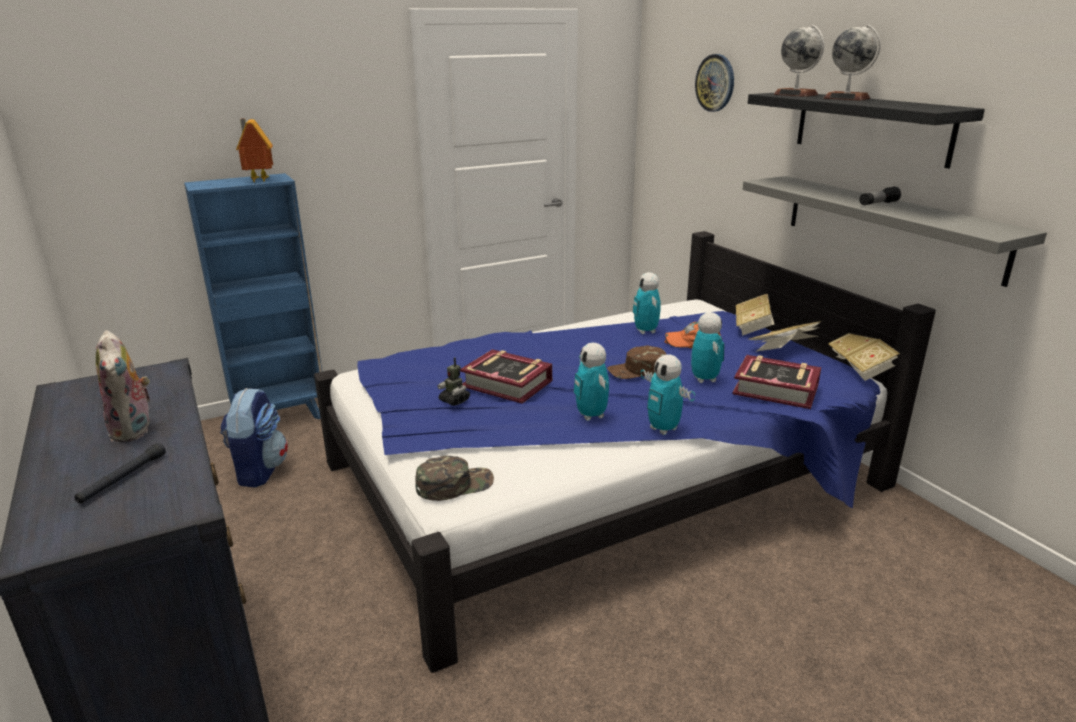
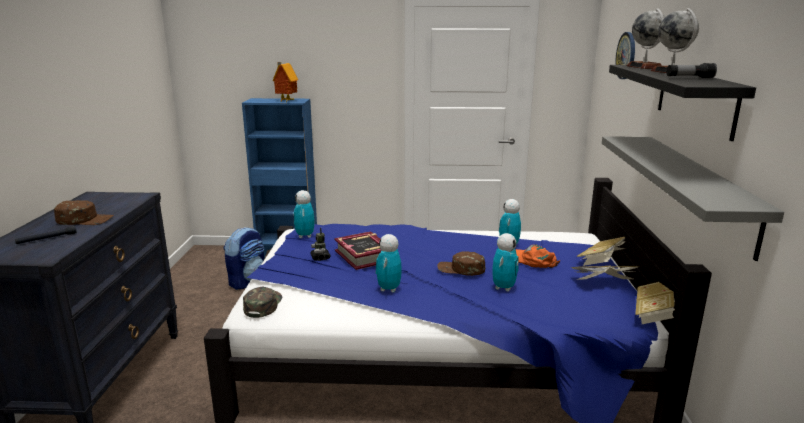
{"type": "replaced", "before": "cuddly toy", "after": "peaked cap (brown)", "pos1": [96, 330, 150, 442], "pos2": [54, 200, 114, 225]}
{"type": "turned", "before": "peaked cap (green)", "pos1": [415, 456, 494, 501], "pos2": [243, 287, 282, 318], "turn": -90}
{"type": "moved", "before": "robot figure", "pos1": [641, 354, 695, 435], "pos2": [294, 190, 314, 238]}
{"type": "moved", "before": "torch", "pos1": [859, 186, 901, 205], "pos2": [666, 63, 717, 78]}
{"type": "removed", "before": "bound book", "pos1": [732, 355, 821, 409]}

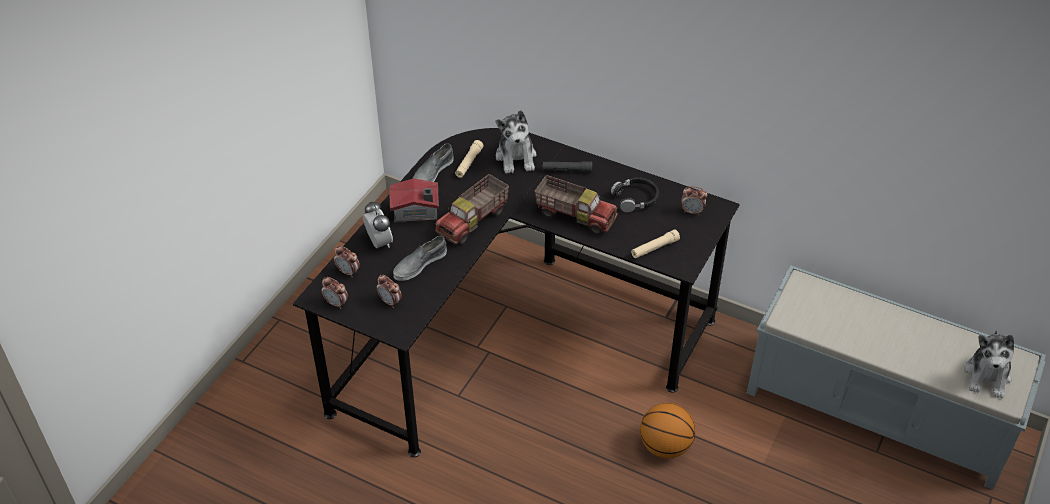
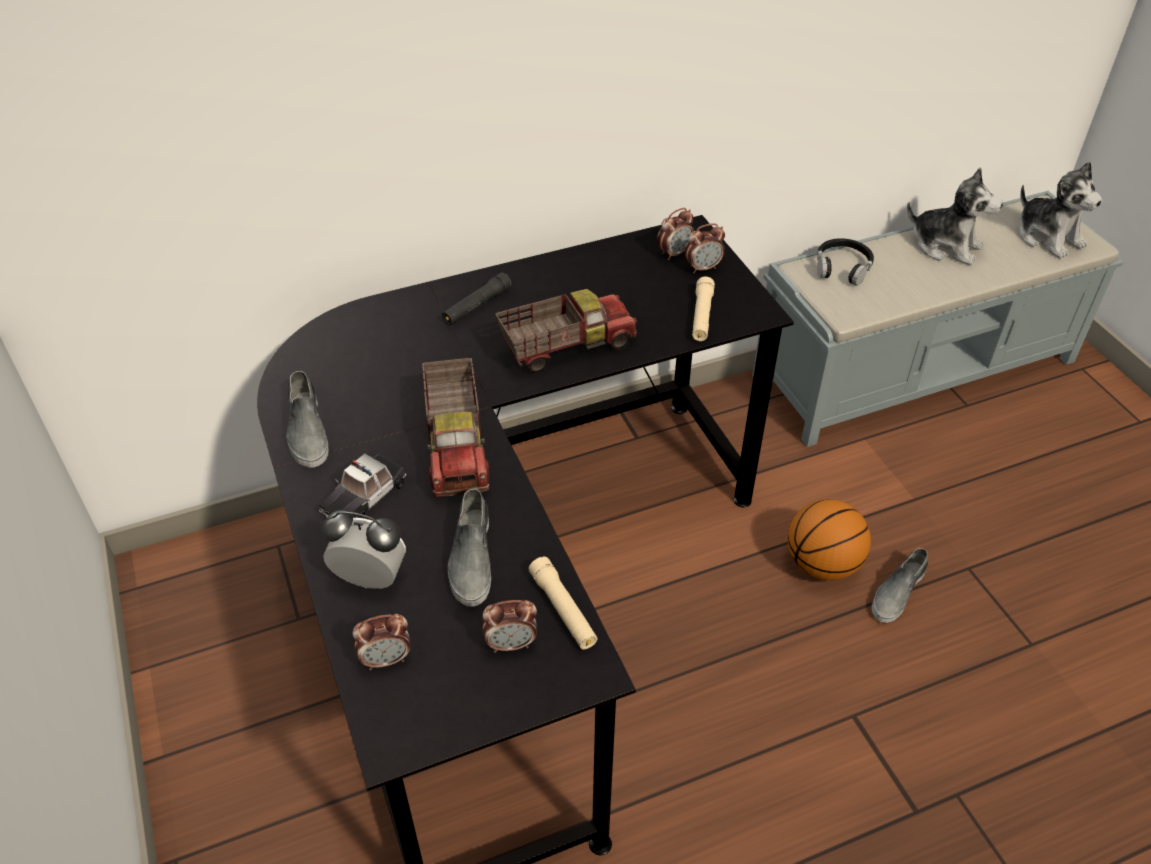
{"type": "replaced", "before": "miniature house", "after": "toy car", "pos1": [389, 178, 439, 223], "pos2": [318, 453, 407, 519]}
{"type": "moved", "before": "torch (sand-coloured)", "pos1": [455, 140, 483, 178], "pos2": [529, 557, 598, 649]}
{"type": "moved", "before": "table clock", "pos1": [321, 277, 348, 309], "pos2": [685, 224, 725, 273]}
{"type": "moved", "before": "pair of headphones (black-coloured)", "pos1": [611, 177, 659, 212], "pos2": [817, 238, 874, 286]}
{"type": "added", "after": "low shoe (greyish)", "pos2": [872, 548, 928, 623]}
{"type": "moved", "before": "cuddly toy", "pos1": [496, 110, 537, 174], "pos2": [907, 167, 1003, 265]}

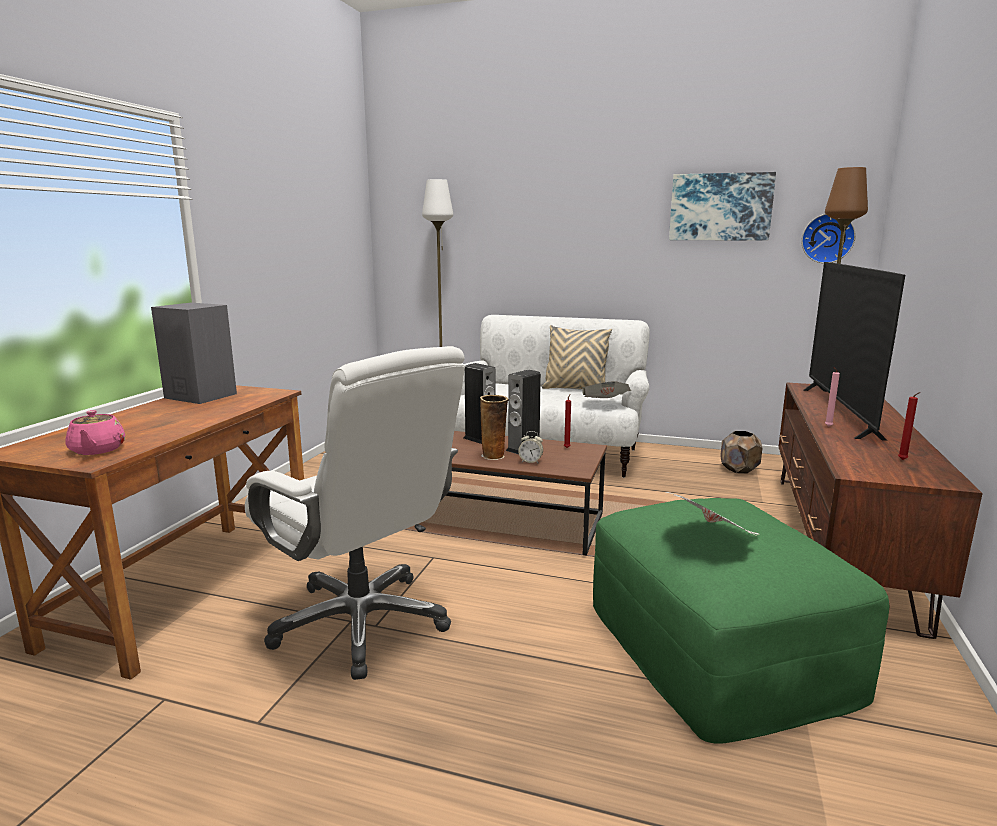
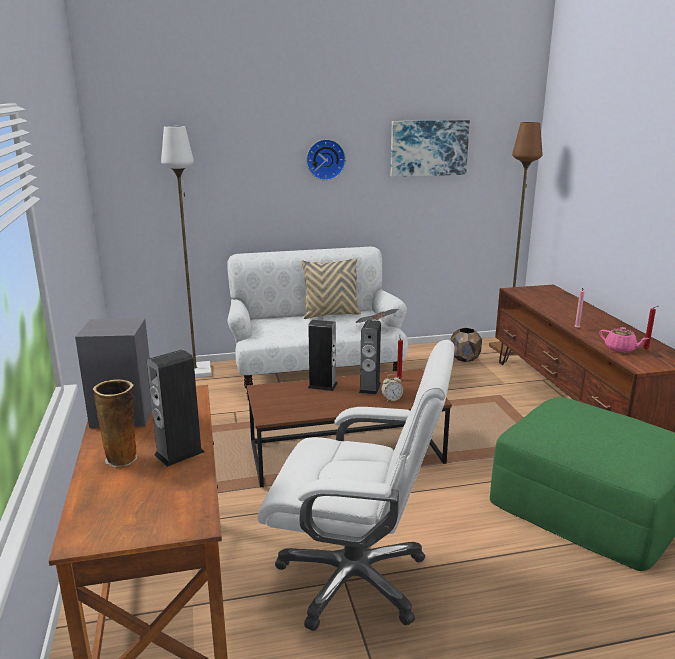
{"type": "moved", "before": "flower vase", "pos1": [480, 395, 509, 460], "pos2": [93, 379, 137, 467]}
{"type": "added", "after": "audio speaker", "pos2": [147, 349, 204, 467]}
{"type": "moved", "before": "clock on the wall", "pos1": [801, 214, 856, 263], "pos2": [306, 139, 346, 181]}
{"type": "moved", "before": "teapot (pink-coloured)", "pos1": [65, 410, 125, 455], "pos2": [599, 327, 649, 353]}
{"type": "removed", "before": "printed paper", "pos1": [666, 492, 759, 536]}
{"type": "removed", "before": "TV", "pos1": [803, 262, 905, 441]}

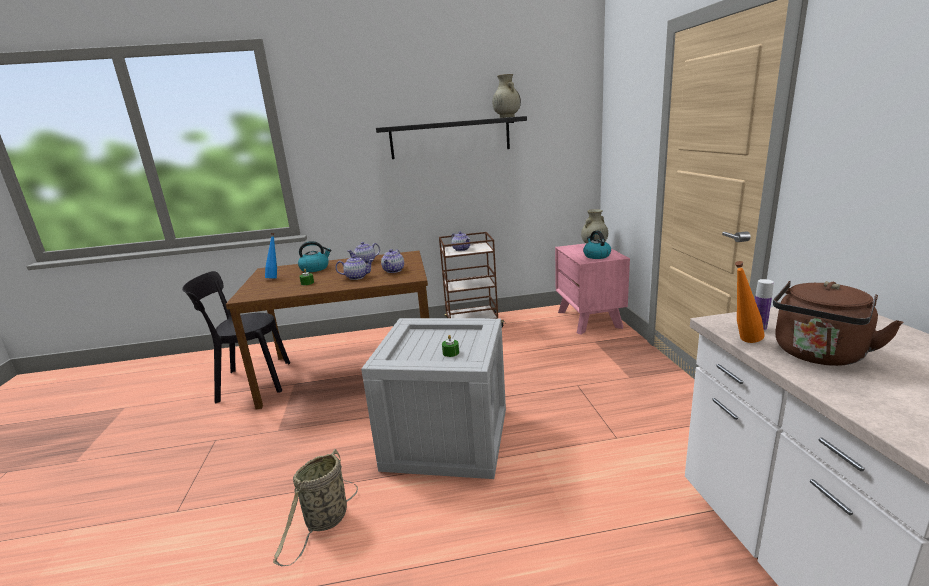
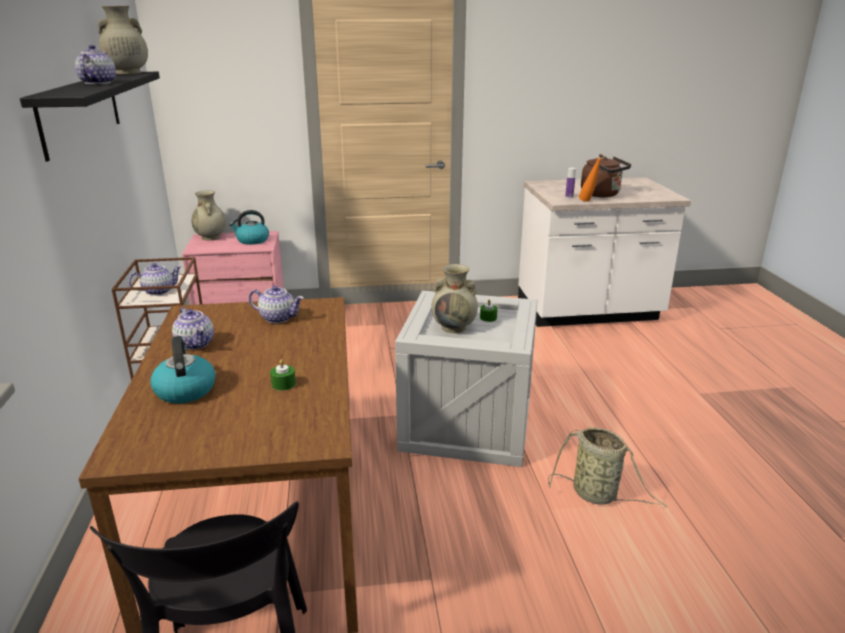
{"type": "moved", "before": "teapot", "pos1": [335, 255, 374, 280], "pos2": [75, 45, 116, 84]}
{"type": "added", "after": "flower vase (sand-coloured)", "pos2": [432, 264, 478, 333]}
{"type": "removed", "before": "bottle (blue)", "pos1": [265, 233, 277, 279]}

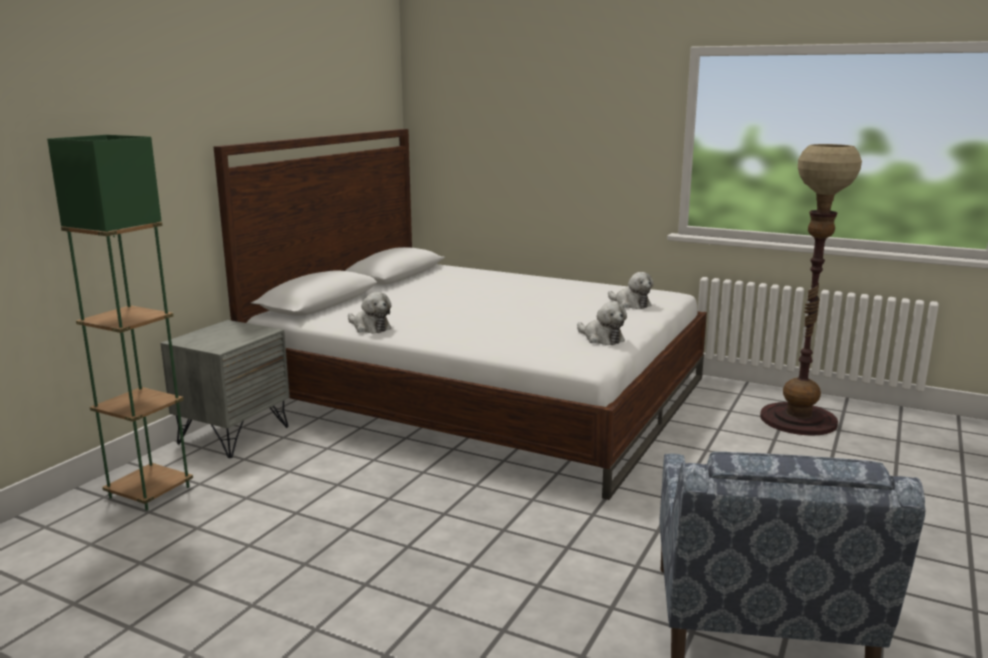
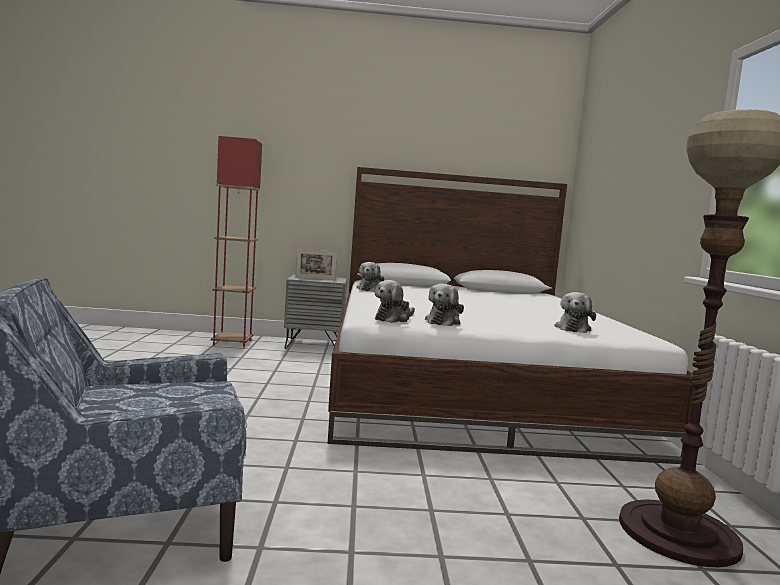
{"type": "recoloured", "before": "floor lamp (green)", "after": "floor lamp (reddish)", "pos1": [47, 135, 193, 511], "pos2": [211, 136, 262, 348]}
{"type": "added", "after": "picture frame", "pos2": [295, 249, 337, 280]}
{"type": "added", "after": "cuddly toy", "pos2": [375, 280, 415, 323]}

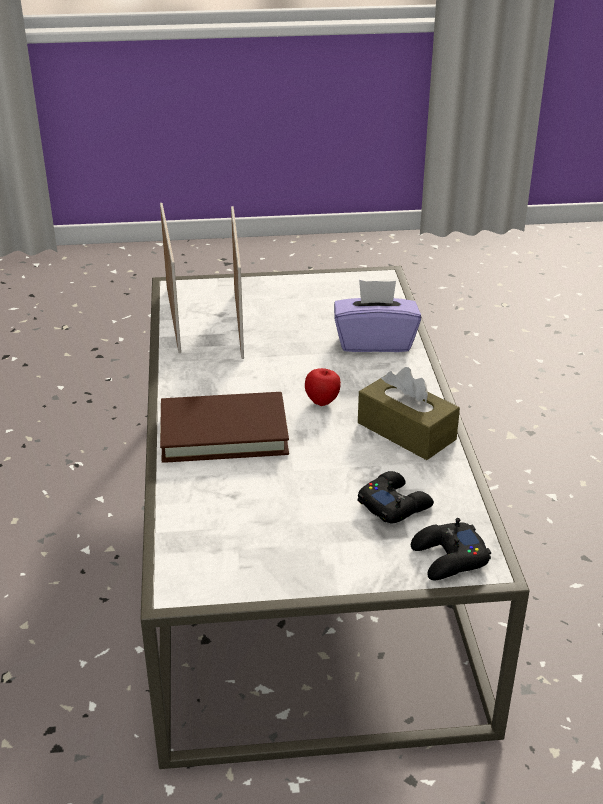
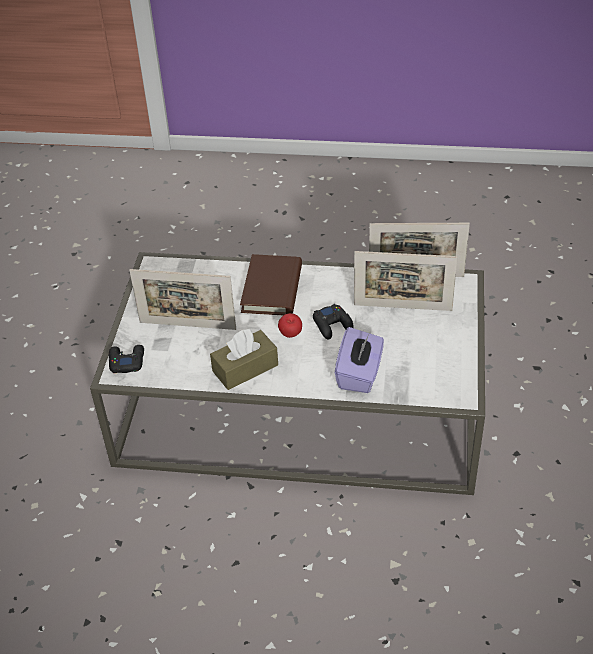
{"type": "added", "after": "picture frame", "pos2": [129, 269, 236, 330]}
{"type": "moved", "before": "game controller (black-coloured)", "pos1": [358, 471, 434, 524], "pos2": [313, 304, 354, 340]}

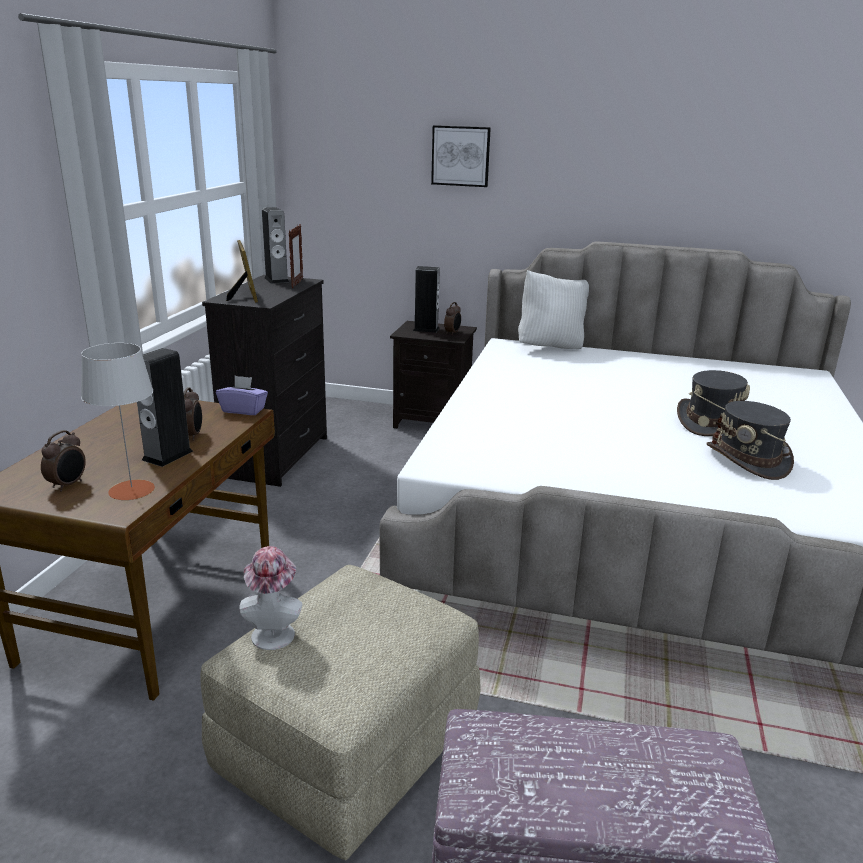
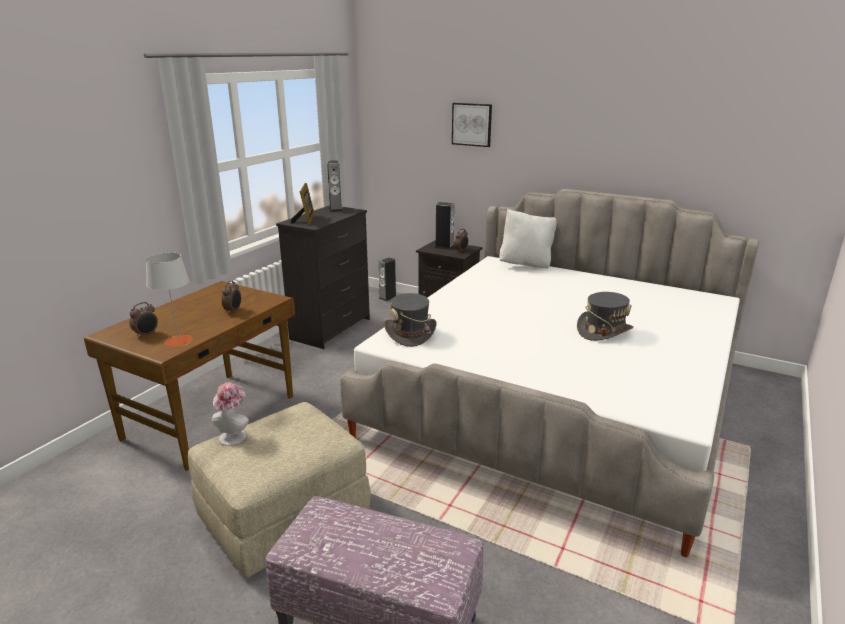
{"type": "moved", "before": "audio speaker", "pos1": [137, 348, 193, 467], "pos2": [379, 257, 396, 301]}
{"type": "moved", "before": "wearable hat (greyish)", "pos1": [706, 401, 794, 480], "pos2": [384, 293, 436, 347]}
{"type": "removed", "before": "tissue box (purple)", "pos1": [216, 376, 268, 415]}
{"type": "removed", "before": "picture frame", "pos1": [289, 224, 303, 288]}

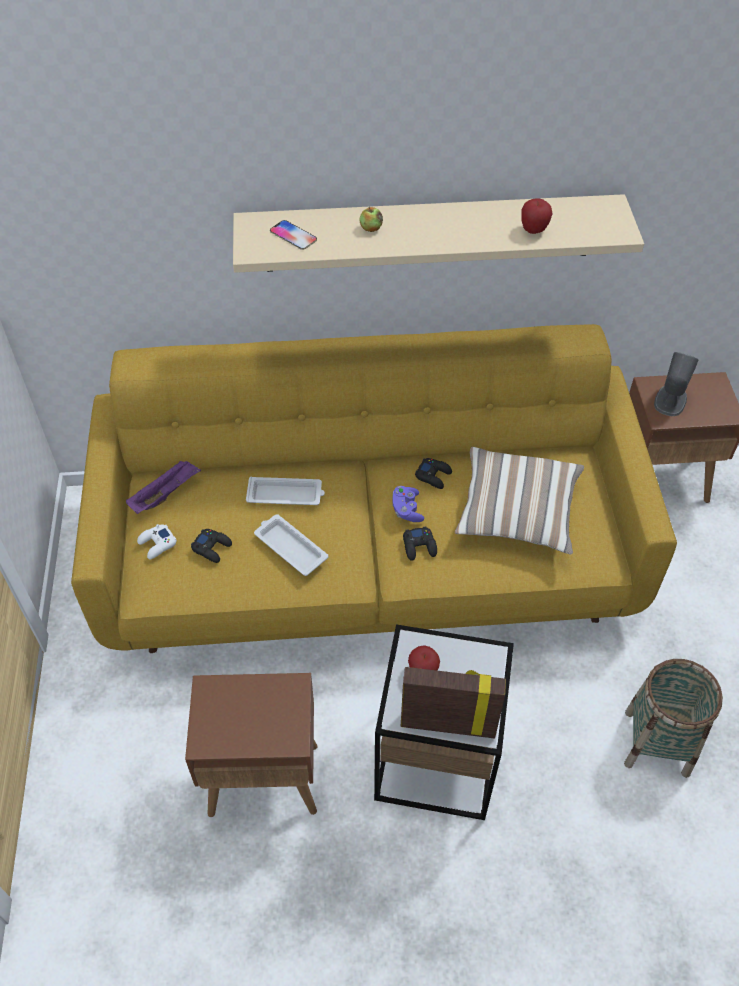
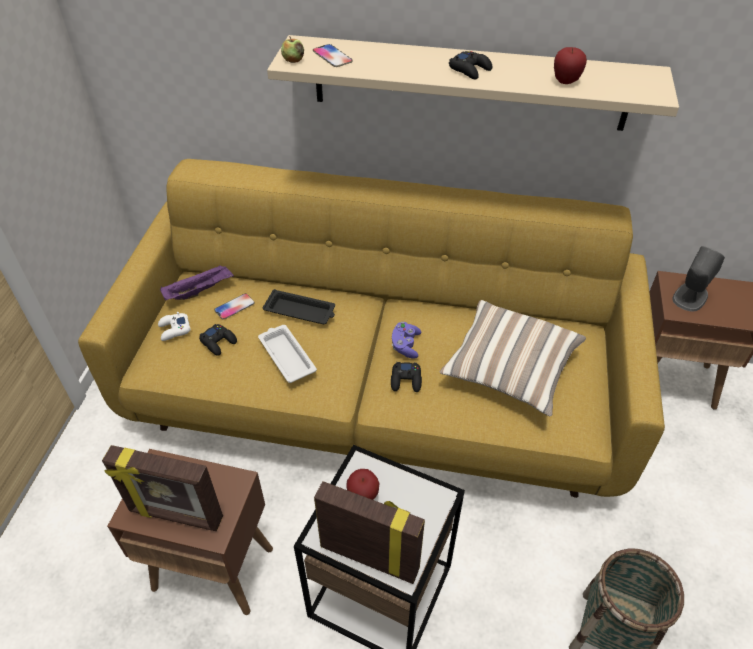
{"type": "added", "after": "picture frame", "pos2": [102, 445, 223, 531]}
{"type": "added", "after": "telephone", "pos2": [214, 294, 254, 320]}
{"type": "recoloured", "before": "serving tray (white)", "after": "serving tray (black-coloured)", "pos1": [246, 477, 325, 505], "pos2": [263, 289, 335, 324]}
{"type": "moved", "before": "whole apple", "pos1": [360, 207, 383, 232], "pos2": [281, 36, 304, 63]}
{"type": "moved", "before": "game controller (black-coloured)", "pos1": [415, 458, 452, 489], "pos2": [449, 51, 492, 80]}

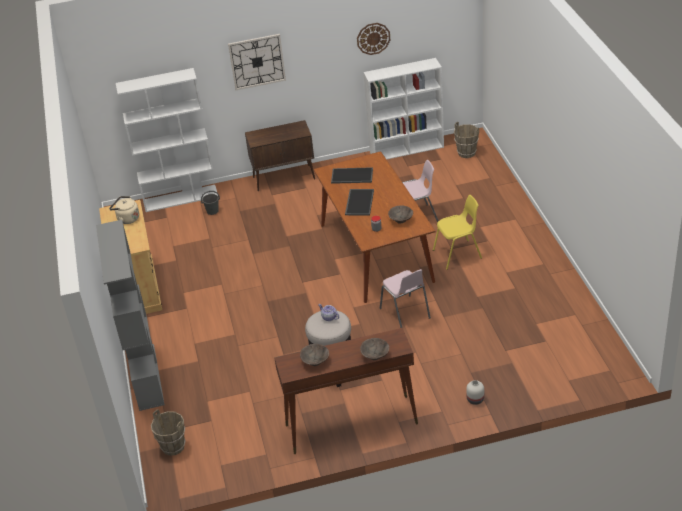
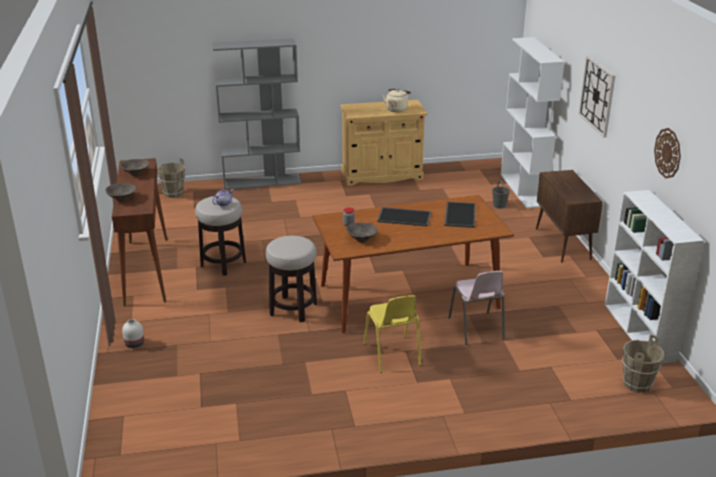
{"type": "replaced", "before": "chair (pink-coloured)", "after": "stool", "pos1": [380, 269, 431, 328], "pos2": [265, 236, 317, 322]}

